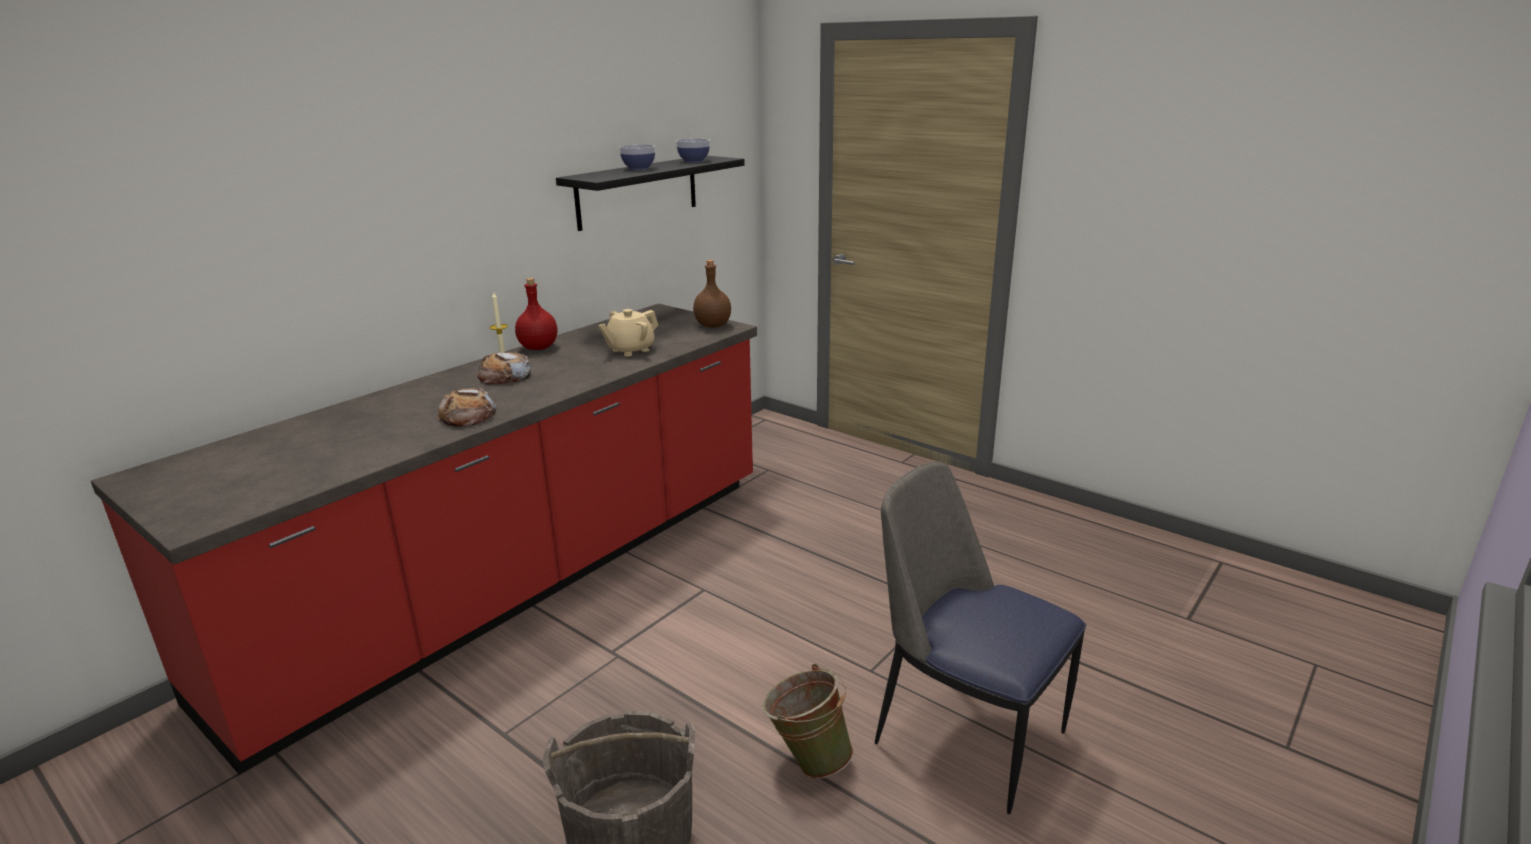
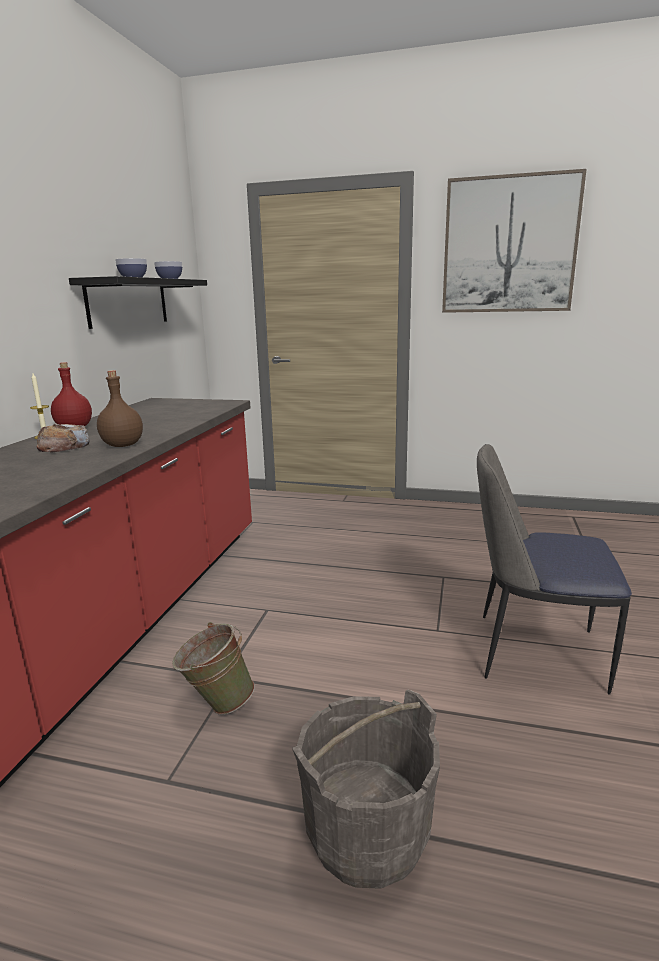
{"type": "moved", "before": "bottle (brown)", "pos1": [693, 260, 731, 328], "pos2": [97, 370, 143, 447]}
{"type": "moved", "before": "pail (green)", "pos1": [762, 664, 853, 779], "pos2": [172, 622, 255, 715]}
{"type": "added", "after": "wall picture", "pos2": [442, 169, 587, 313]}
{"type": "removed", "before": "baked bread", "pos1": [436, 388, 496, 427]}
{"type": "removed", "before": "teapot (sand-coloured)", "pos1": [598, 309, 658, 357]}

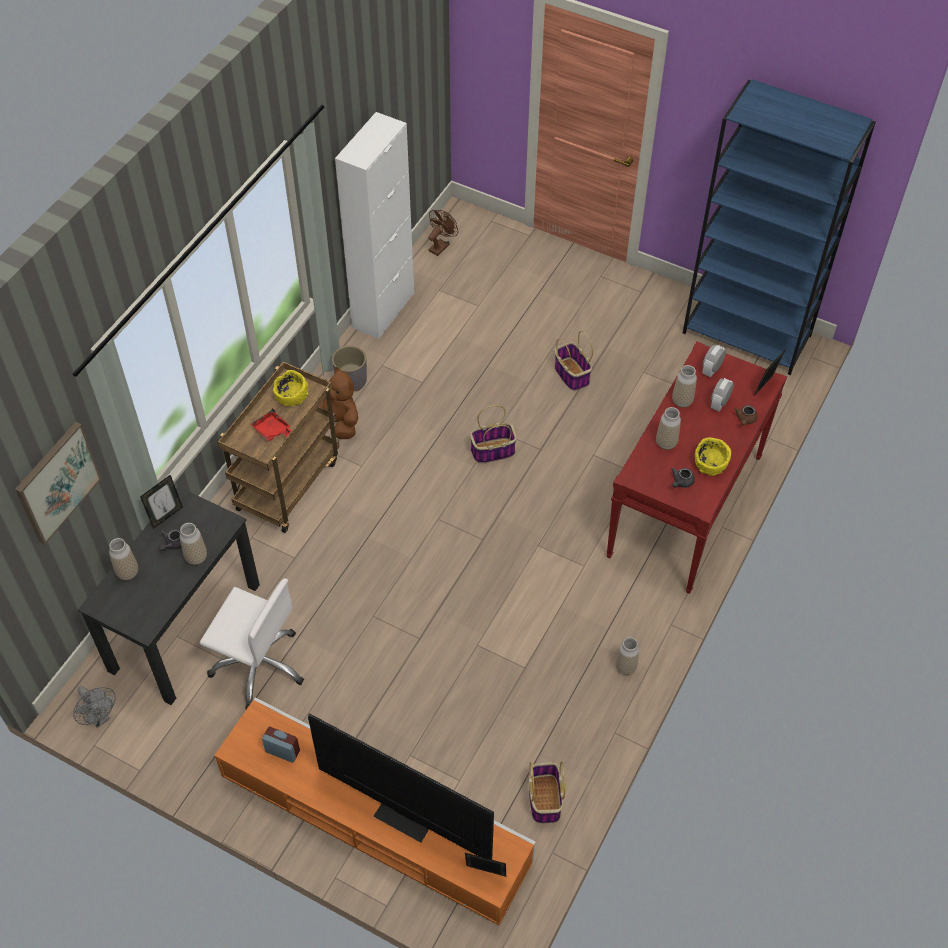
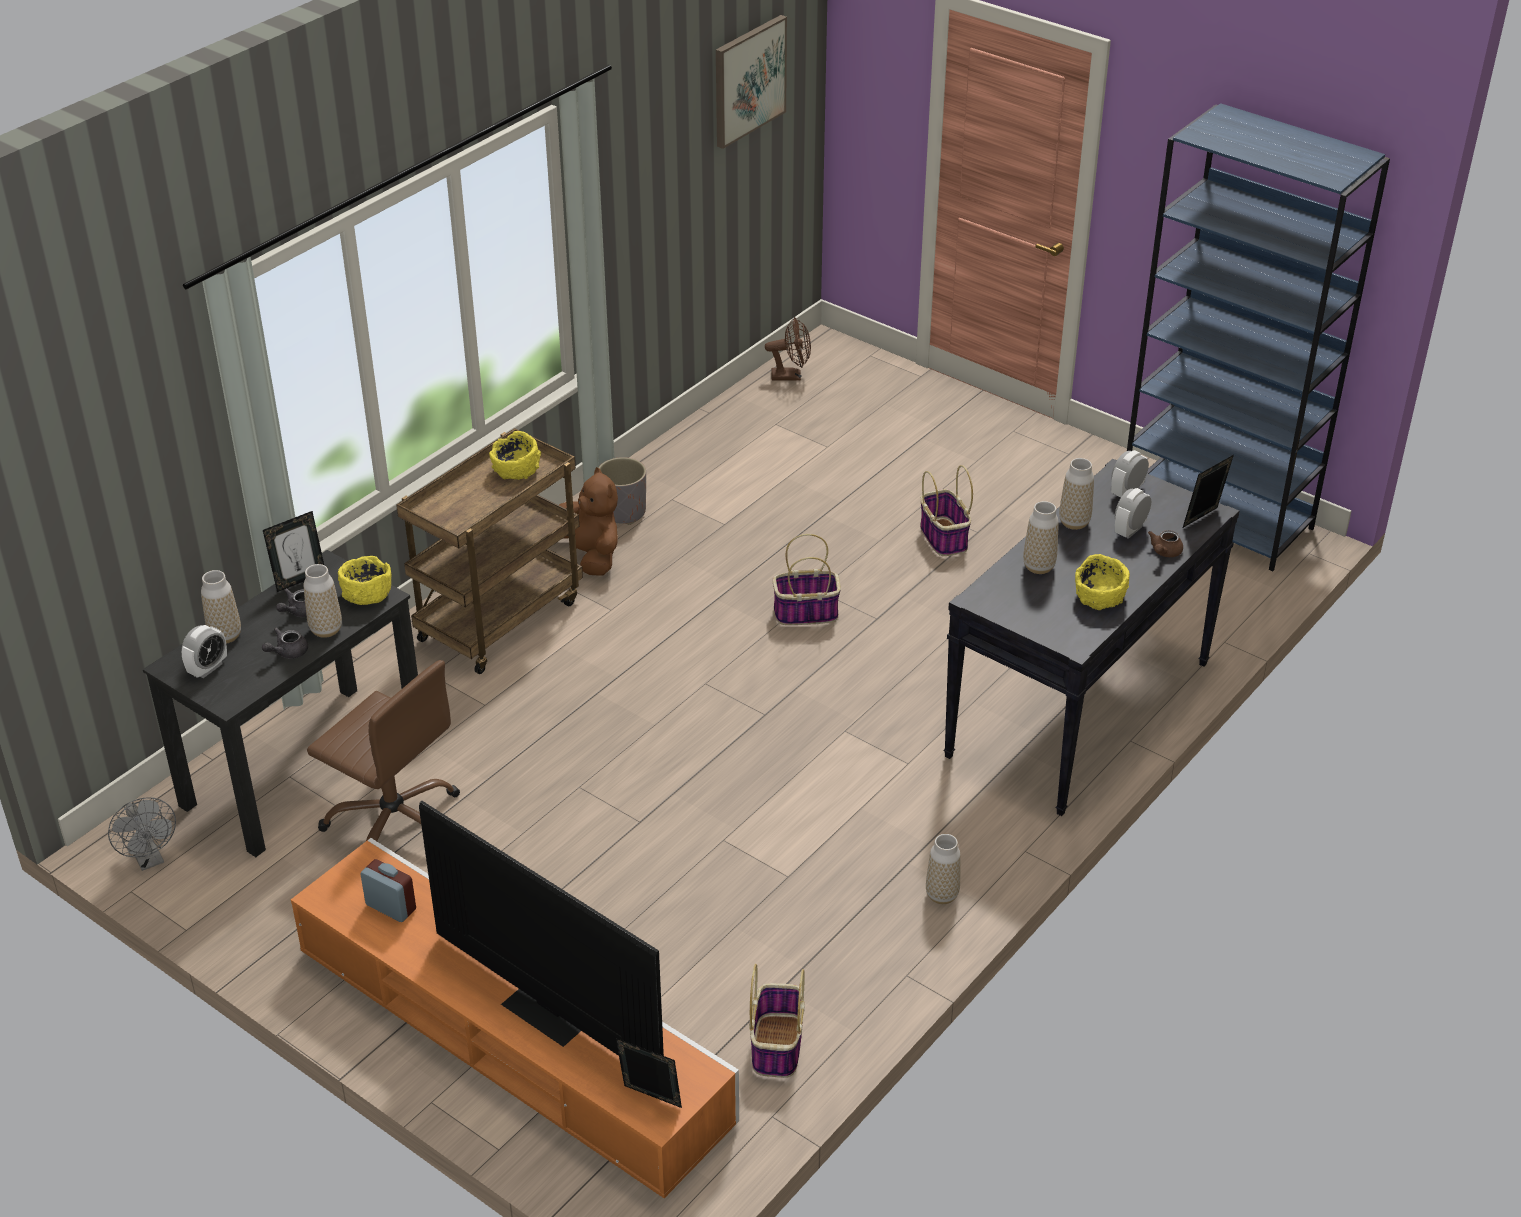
{"type": "added", "after": "table clock", "pos2": [182, 625, 227, 678]}
{"type": "moved", "before": "teapot (greyish)", "pos1": [671, 468, 695, 488], "pos2": [262, 628, 308, 659]}
{"type": "recoloured", "before": "computer chair (white)", "after": "computer chair (brown)", "pos1": [200, 579, 304, 709], "pos2": [307, 660, 460, 841]}
{"type": "added", "after": "bowl (yellow)", "pos2": [338, 556, 391, 605]}
{"type": "moved", "before": "wall picture", "pos1": [15, 422, 101, 545], "pos2": [716, 15, 787, 149]}
{"type": "turned", "before": "cooling fan (brown)", "pos1": [428, 210, 458, 256], "pos2": [765, 317, 811, 381], "turn": 45}
{"type": "recoloured", "before": "narrow table (reddish)", "after": "narrow table (black-coloured)", "pos1": [606, 342, 787, 594], "pos2": [943, 459, 1239, 816]}
{"type": "removed", "before": "serving tray (reddish)", "pos1": [250, 408, 294, 441]}
{"type": "removed", "before": "cupboard (white)", "pos1": [335, 112, 414, 339]}

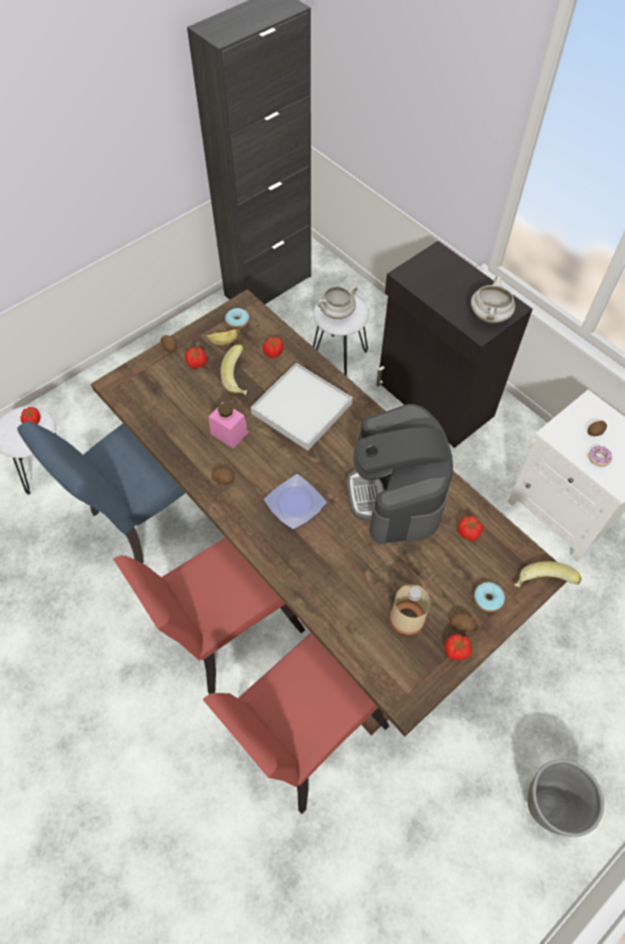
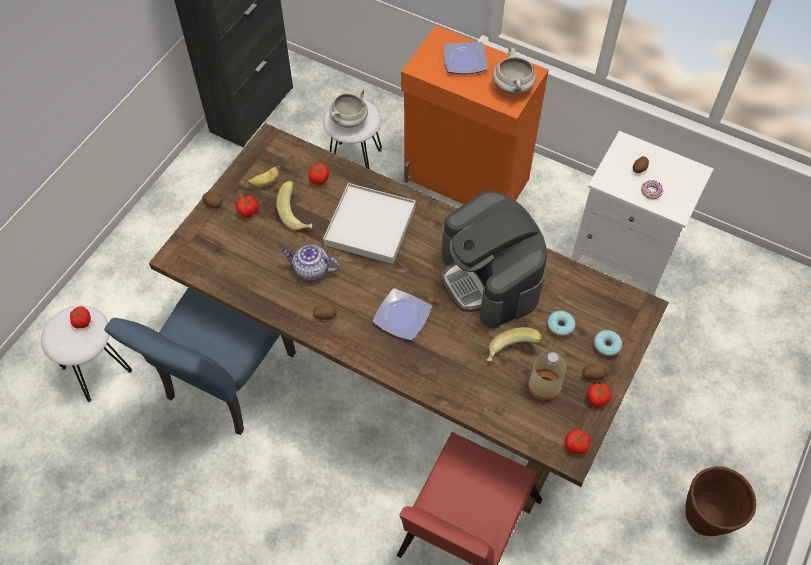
{"type": "replaced", "before": "jar (pink-coloured)", "after": "teapot", "pos1": [209, 402, 248, 449], "pos2": [281, 245, 339, 281]}
{"type": "recoloured", "before": "cupboard (black-coloured)", "after": "cupboard (orangey)", "pos1": [376, 241, 533, 448], "pos2": [401, 26, 549, 204]}
{"type": "added", "after": "flat dish", "pos2": [444, 42, 487, 74]}
{"type": "moved", "before": "banana fruit", "pos1": [514, 561, 581, 587], "pos2": [486, 327, 542, 361]}
{"type": "moved", "before": "doughnut", "pos1": [225, 308, 250, 329], "pos2": [547, 311, 575, 337]}
{"type": "moved", "before": "tomato", "pos1": [458, 516, 483, 541], "pos2": [565, 429, 590, 455]}
{"type": "recoloured", "before": "flower pot (greyish)", "after": "flower pot (brown)", "pos1": [527, 760, 604, 837], "pos2": [686, 466, 756, 536]}
{"type": "removed", "before": "chair (reddish)", "pos1": [113, 537, 305, 694]}

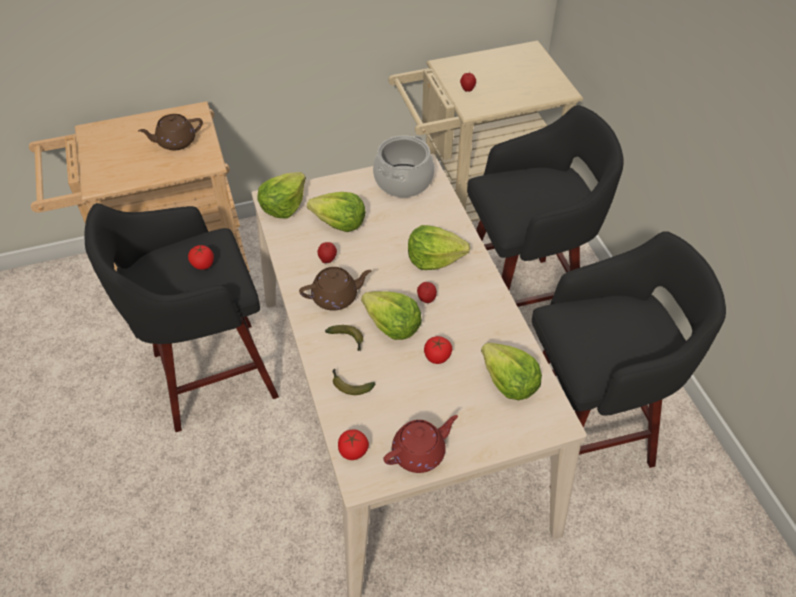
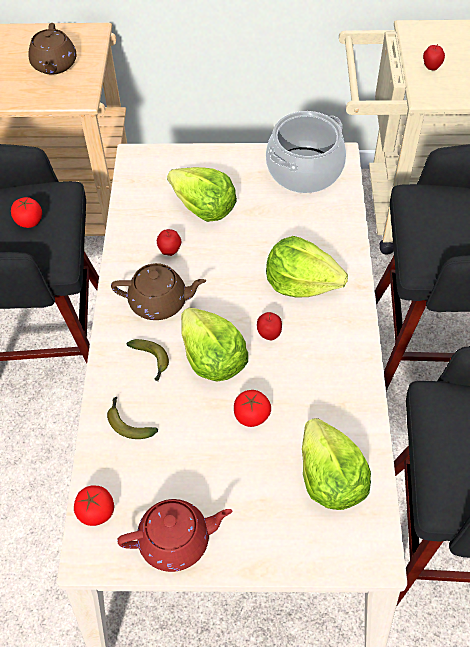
{"type": "turned", "before": "teapot (brown)", "pos1": [138, 114, 203, 150], "pos2": [28, 23, 76, 75], "turn": -90}
{"type": "removed", "before": "lettuce", "pos1": [258, 172, 306, 218]}

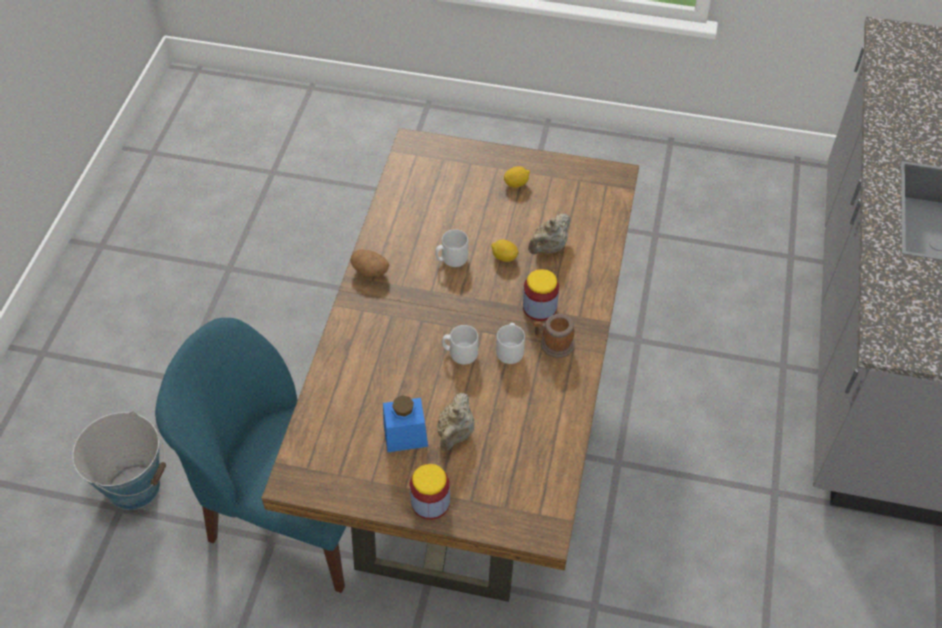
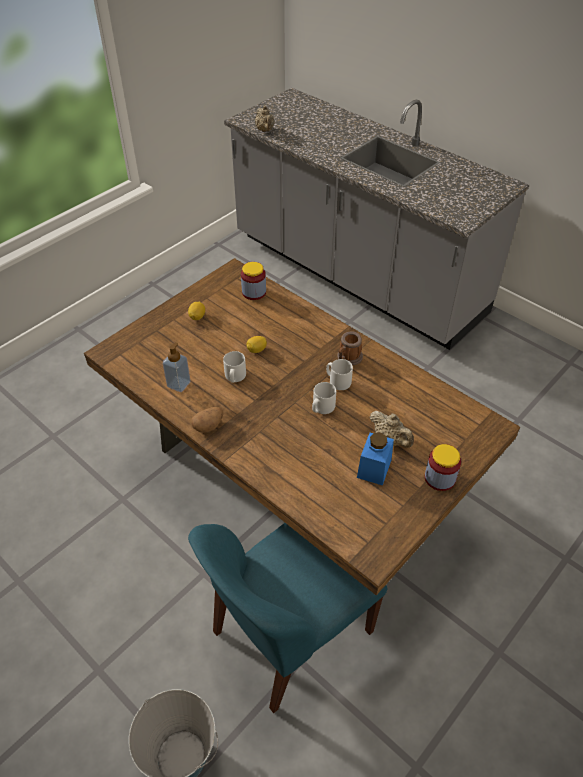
{"type": "added", "after": "soap bottle", "pos2": [163, 342, 191, 392]}
{"type": "moved", "before": "jar", "pos1": [523, 269, 559, 321], "pos2": [241, 262, 266, 300]}
{"type": "moved", "before": "teapot (sand-coloured)", "pos1": [528, 214, 570, 255], "pos2": [255, 106, 275, 132]}

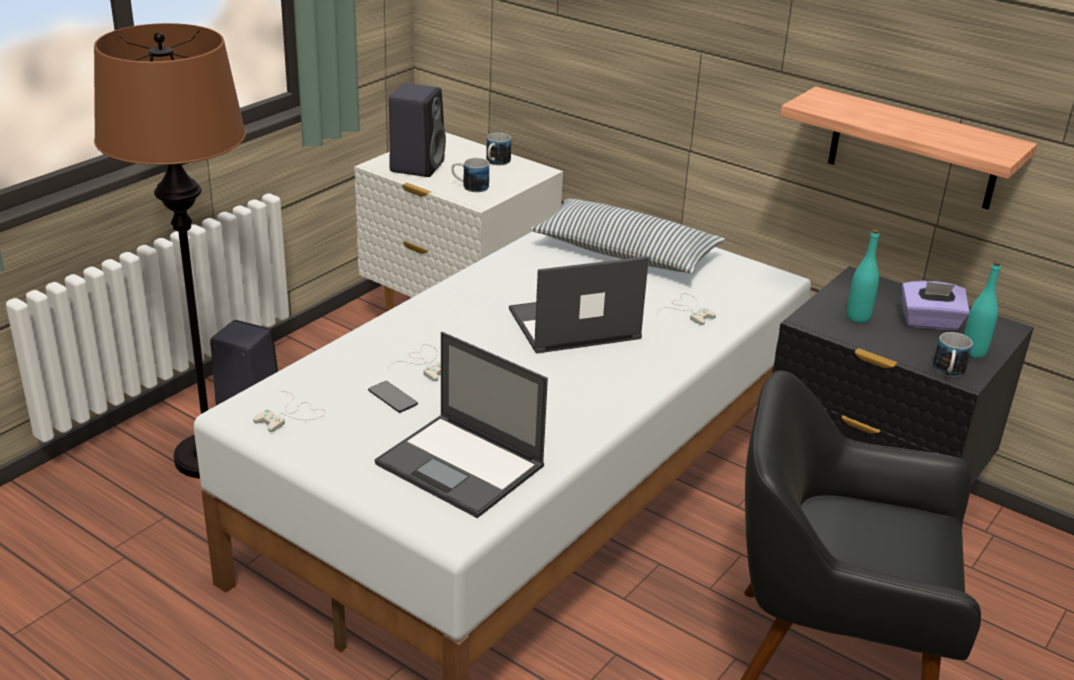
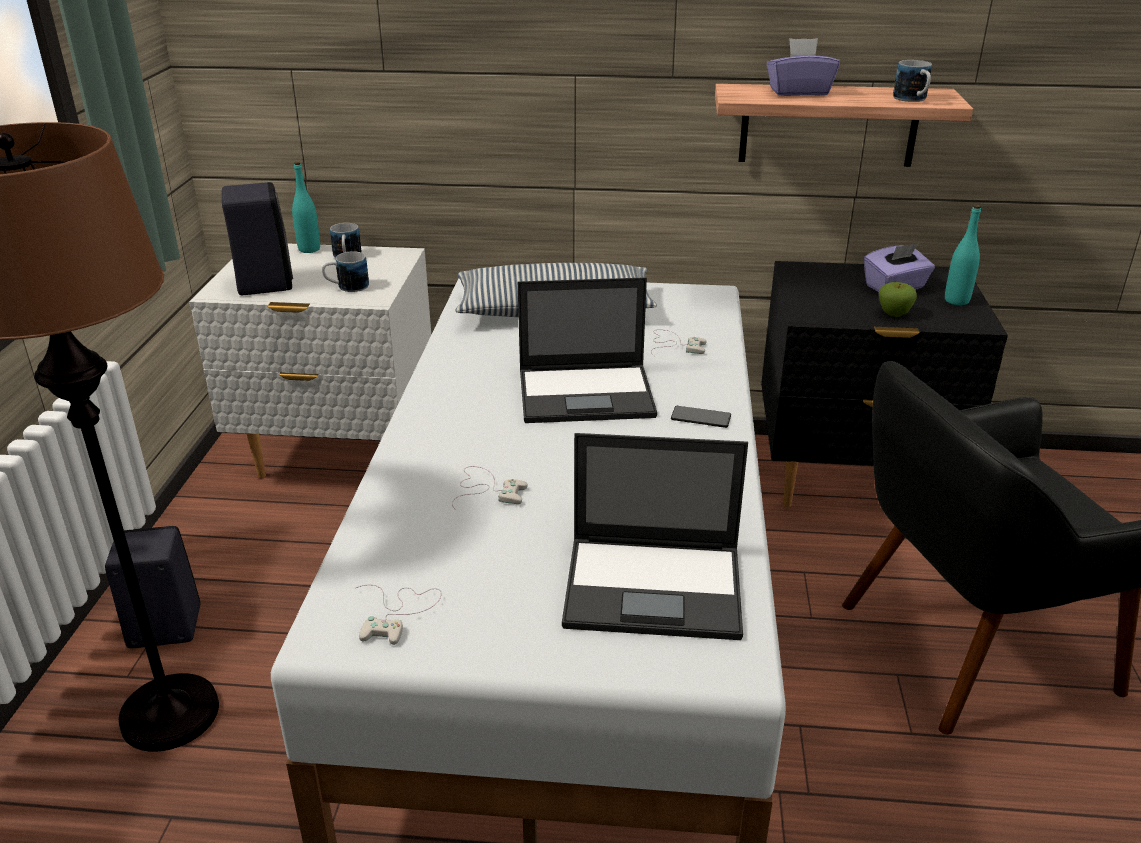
{"type": "moved", "before": "bottle (blue-green)", "pos1": [847, 229, 879, 323], "pos2": [292, 162, 320, 253]}
{"type": "turned", "before": "notebook computer", "pos1": [509, 256, 649, 354], "pos2": [518, 277, 657, 423], "turn": -135}
{"type": "moved", "before": "telephone", "pos1": [368, 381, 418, 413], "pos2": [671, 406, 731, 428]}
{"type": "added", "after": "tissue box (purple)", "pos2": [766, 38, 840, 96]}
{"type": "added", "after": "whole apple", "pos2": [879, 282, 917, 317]}
{"type": "moved", "before": "coffee mug", "pos1": [933, 332, 973, 377], "pos2": [893, 60, 932, 102]}

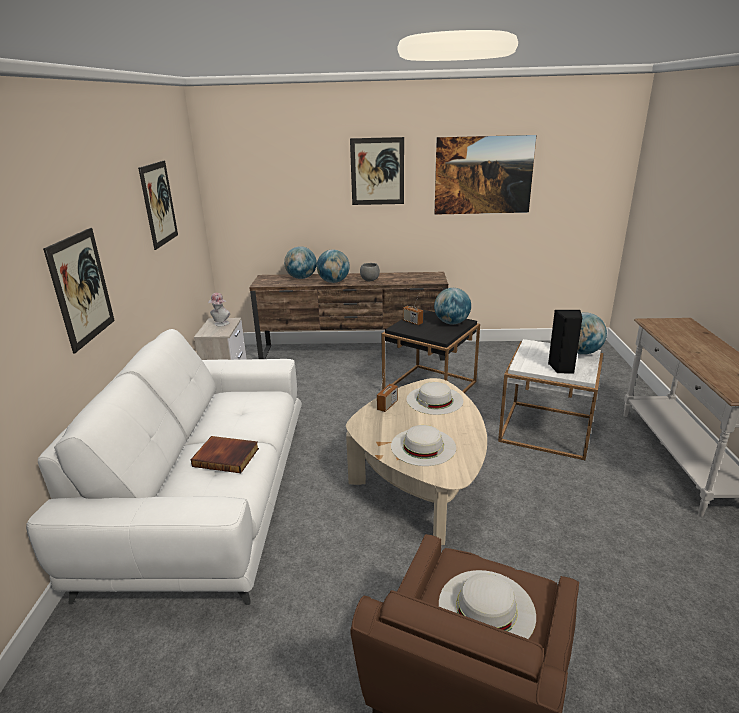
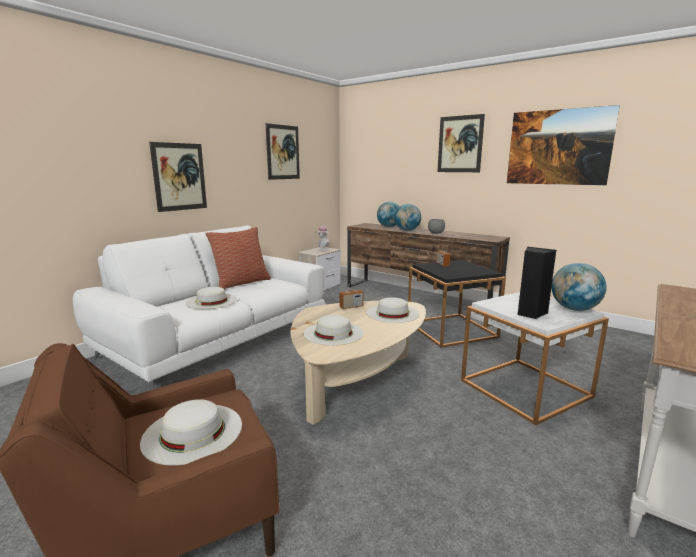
{"type": "replaced", "before": "bound book", "after": "wearable hat (white)", "pos1": [191, 436, 259, 473], "pos2": [186, 287, 237, 309]}
{"type": "added", "after": "pillow", "pos2": [205, 227, 271, 289]}
{"type": "removed", "before": "desk globe", "pos1": [434, 288, 471, 324]}

